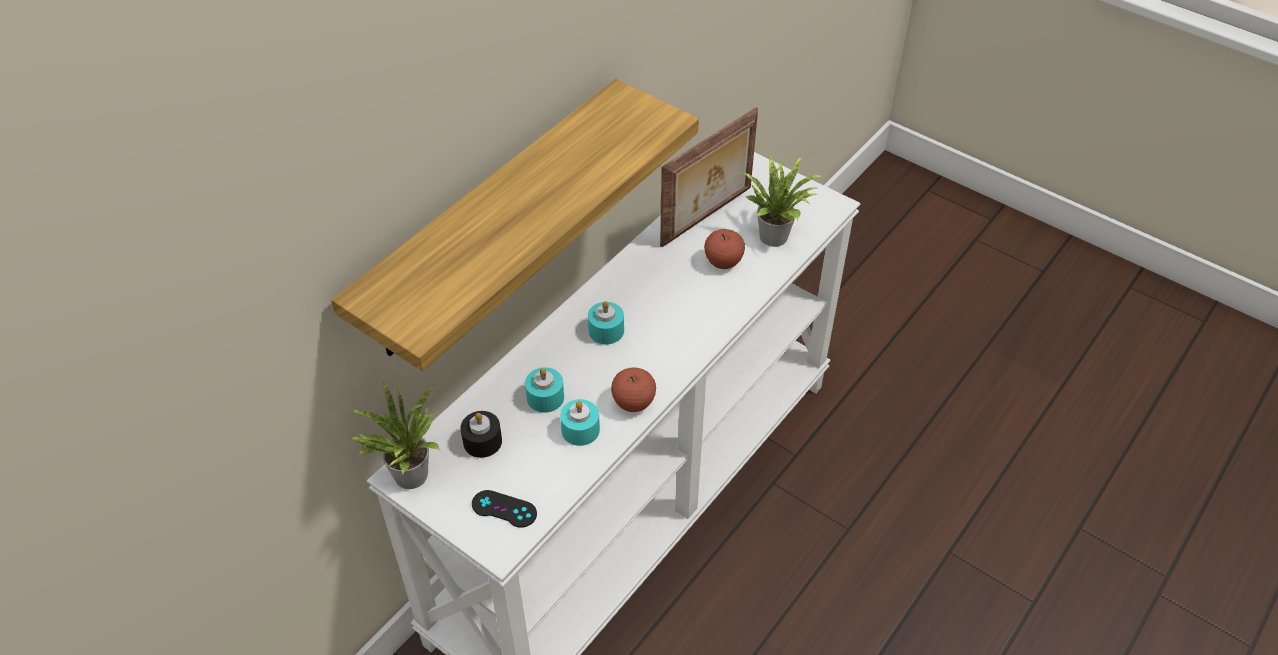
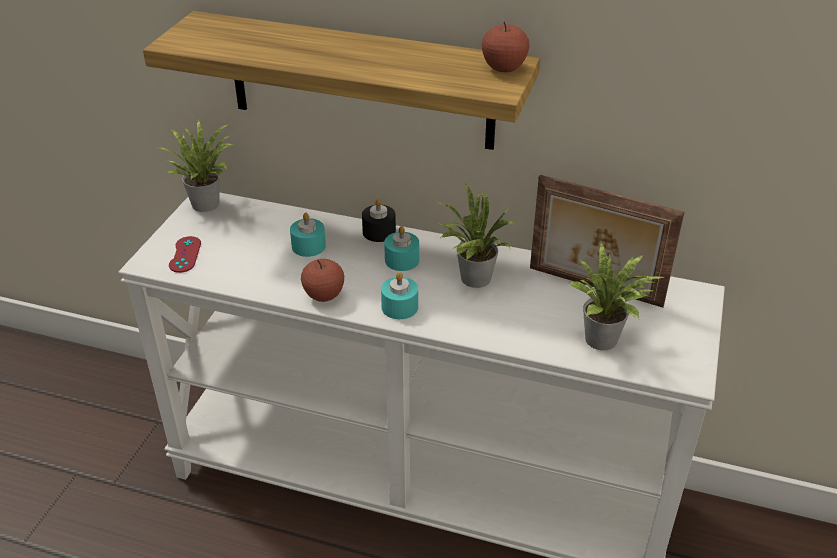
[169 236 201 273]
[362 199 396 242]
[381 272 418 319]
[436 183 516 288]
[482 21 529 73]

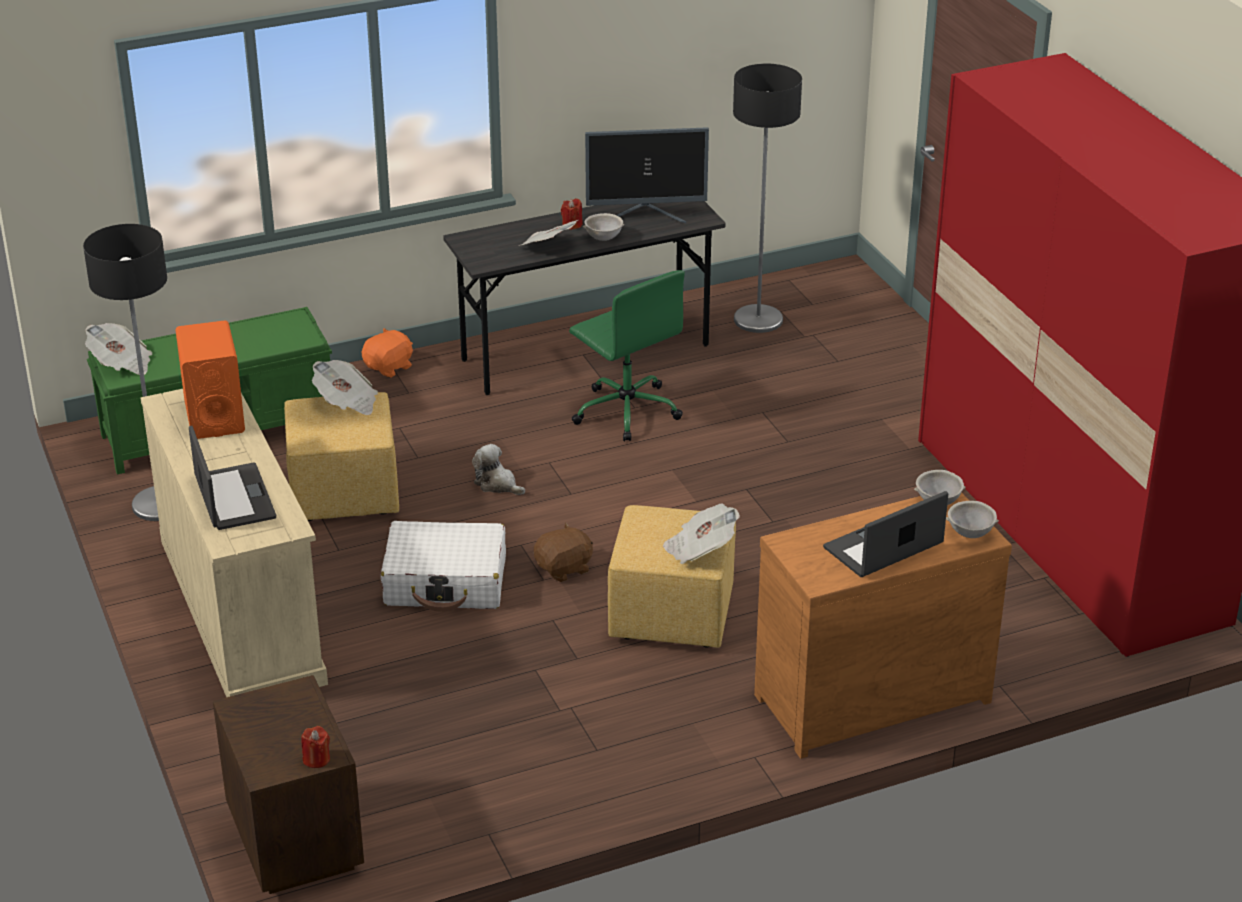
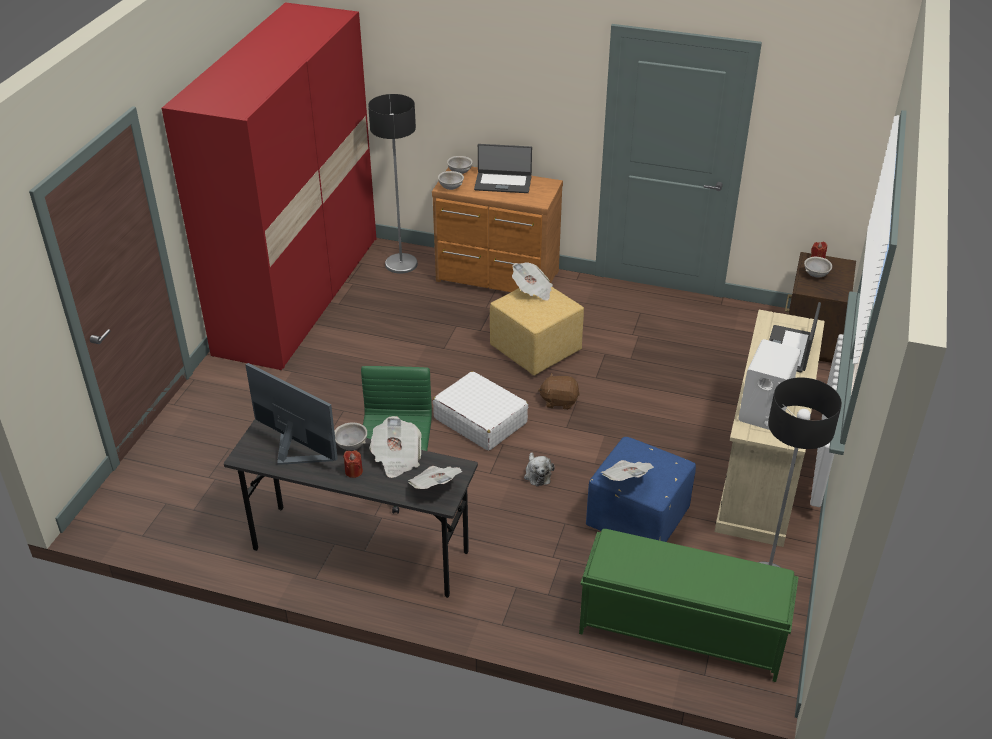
[368 94 418 274]
[408 466 462 489]
[433 371 529 451]
[586 437 696 542]
[738 339 801 430]
[804 256 832 278]
[361 328 413 378] (first image)

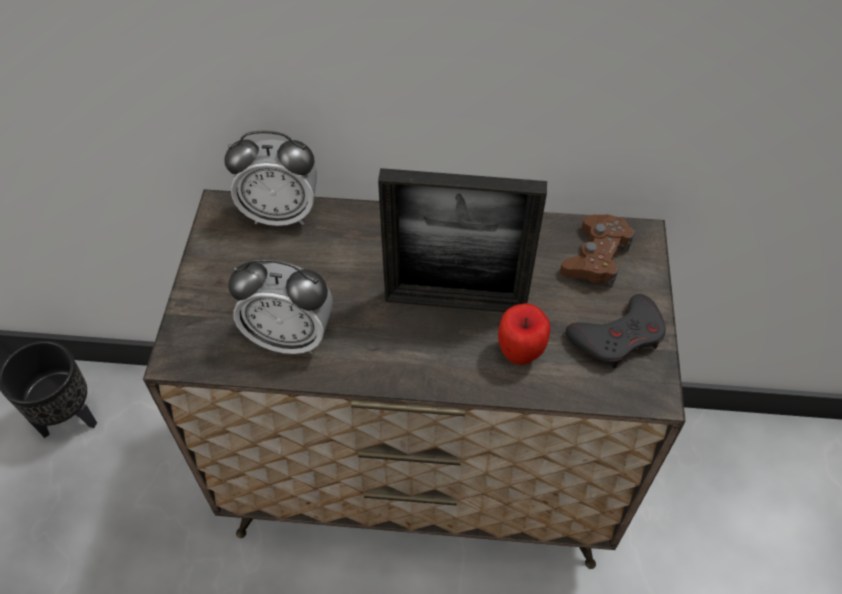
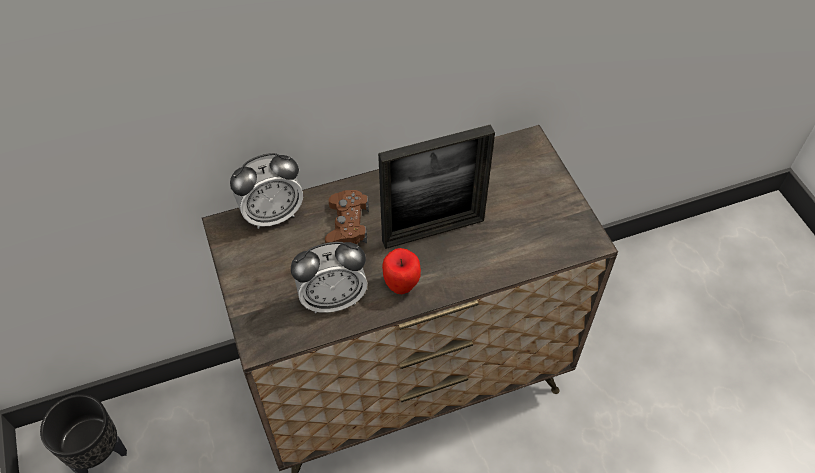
[325 190 369 244]
[382 248 421 294]
[566 294 666 369] (first image)

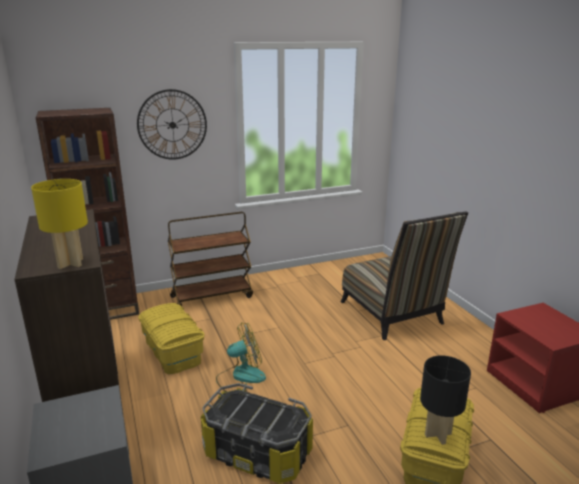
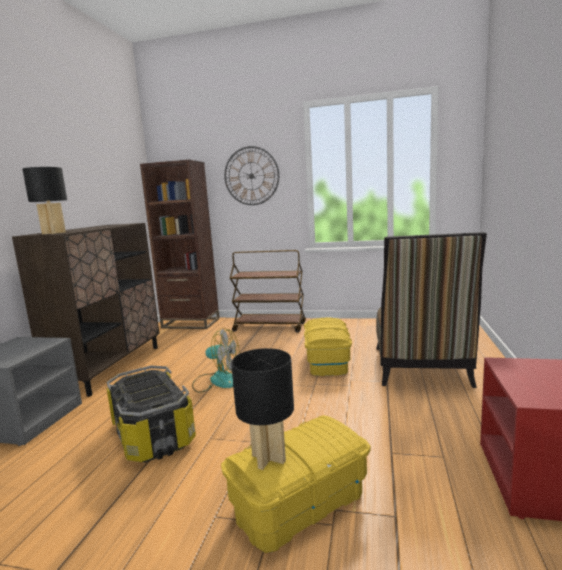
[22 167 67 234]
[304 318 352 376]

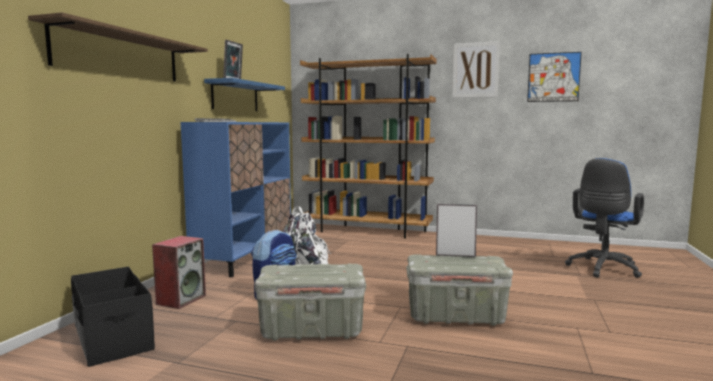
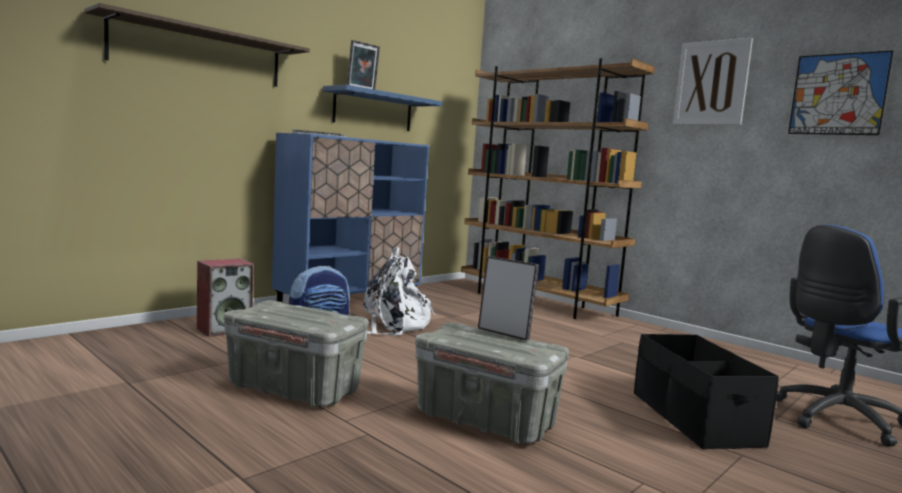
[634 334 779 449]

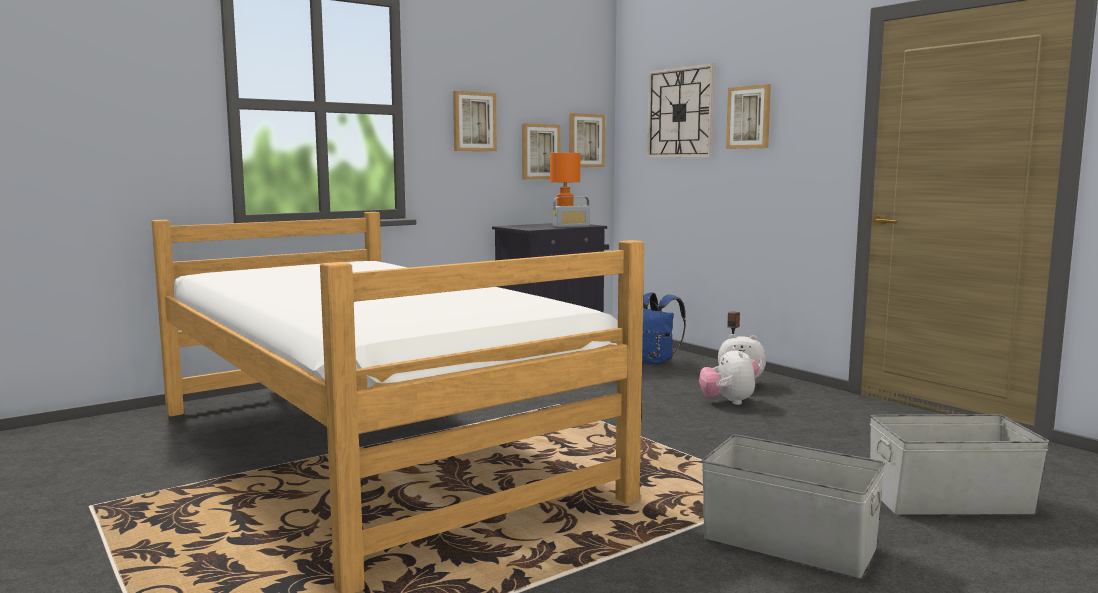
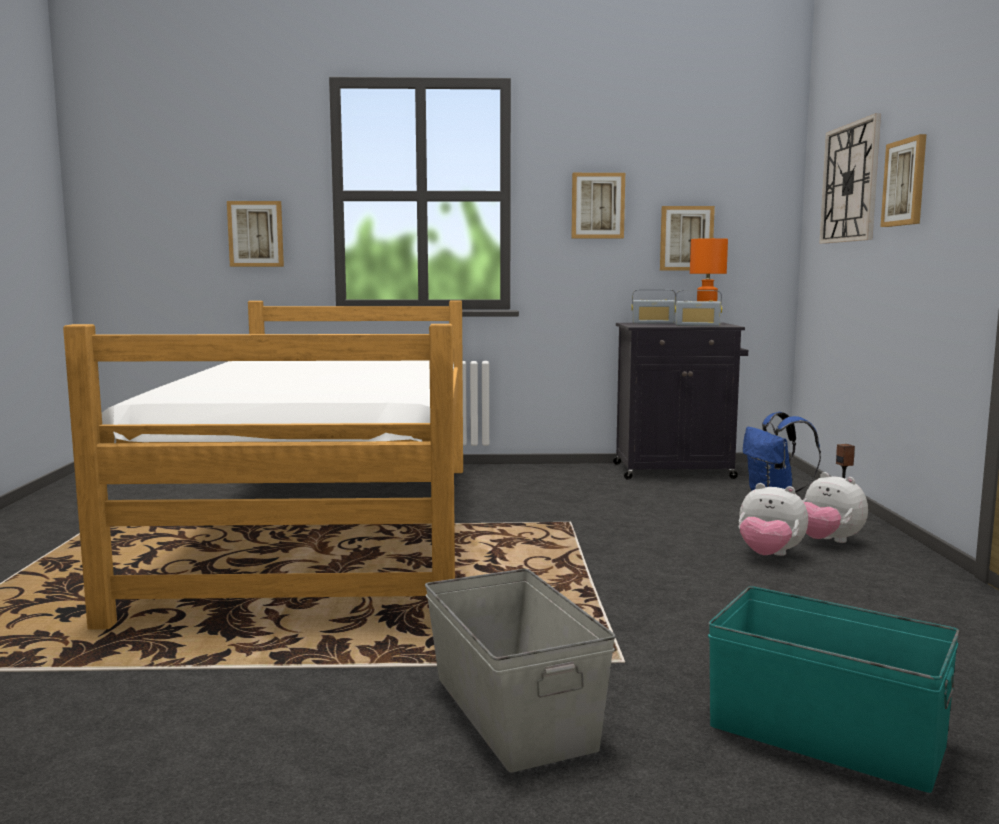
[227 201 284 267]
[631 289 676 324]
[708 586 960 793]
[739 483 808 556]

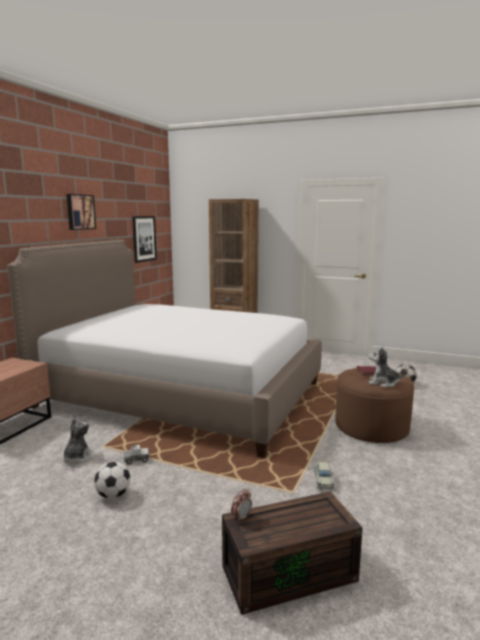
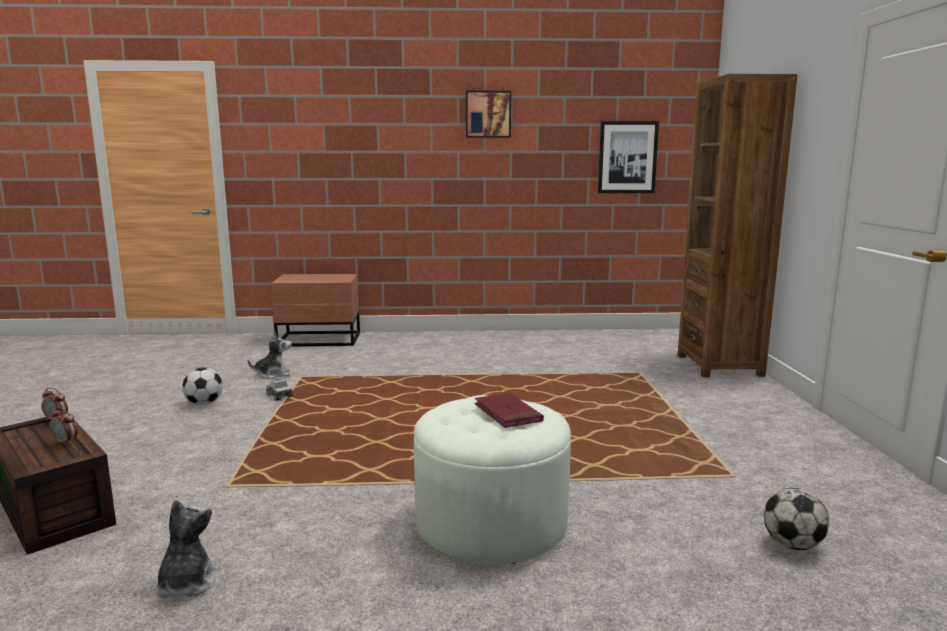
[50 407 78 445]
[155 500 216 598]
[414 395 571 564]
[7 240 322 458] (first image)
[314 462 334 490] (first image)

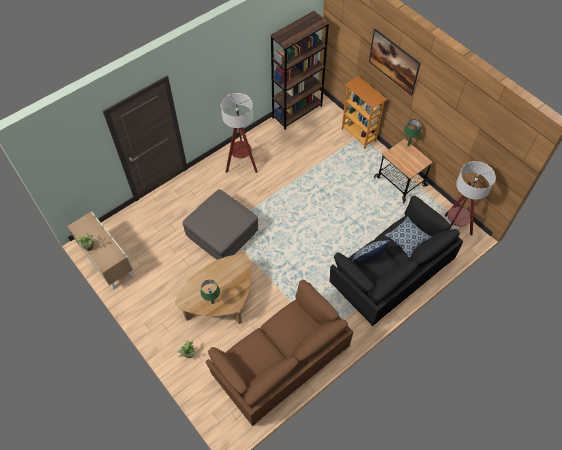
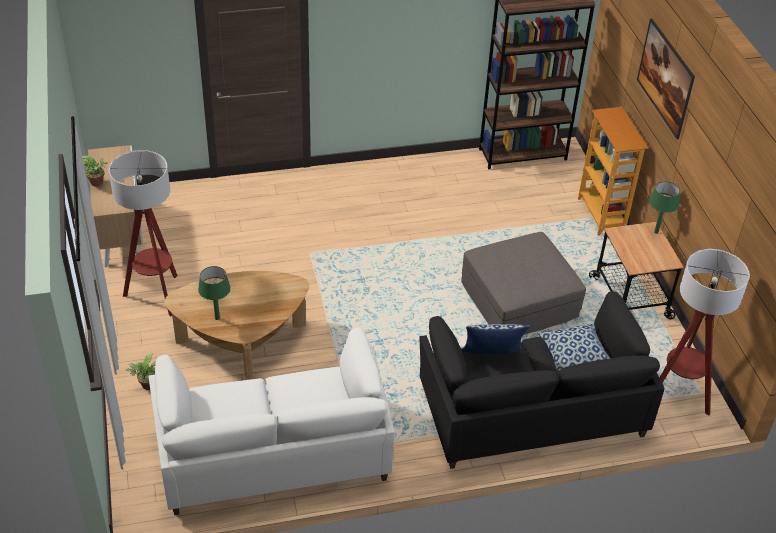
[109 150 178 317]
[148 328 395 515]
[461 232 586 335]

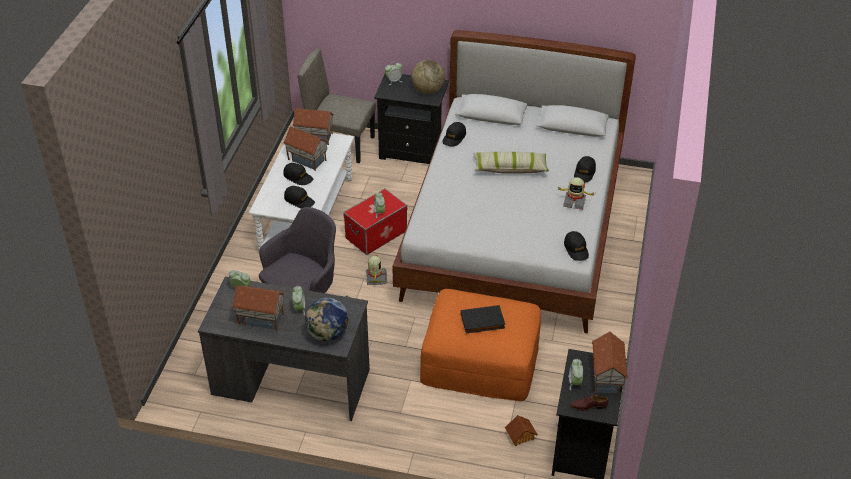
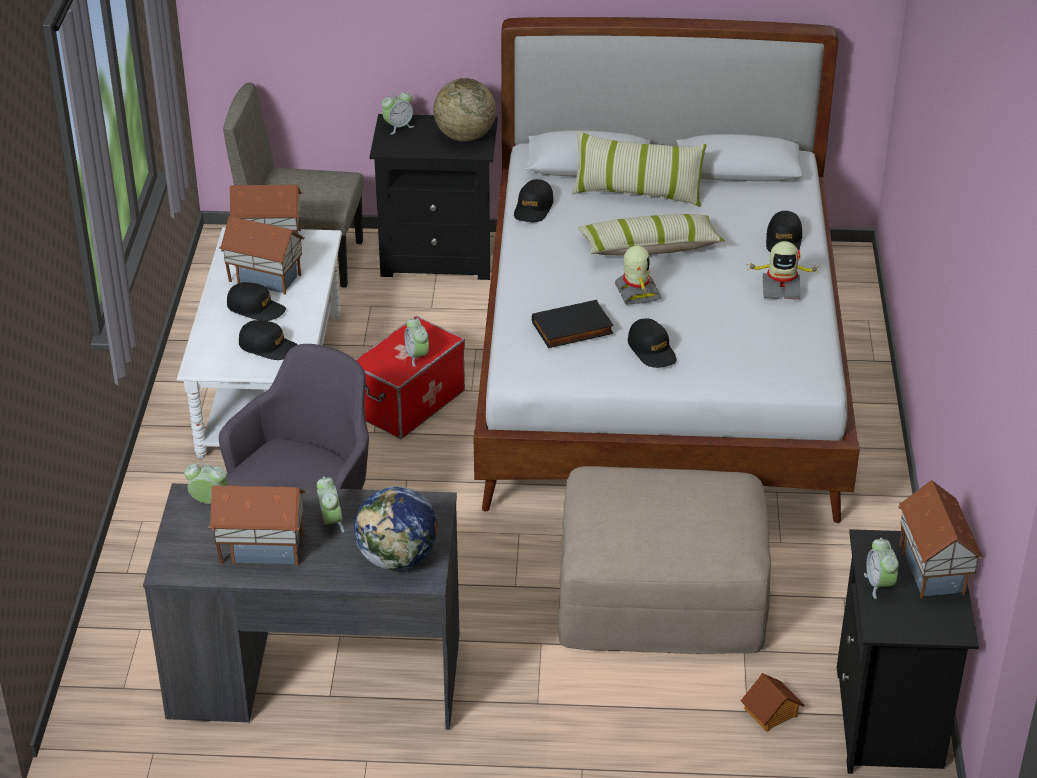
[532 300 614 348]
[558 466 771 654]
[572 131 706 207]
[615 245 662 305]
[628 318 677 368]
[571 395 609 411] (first image)

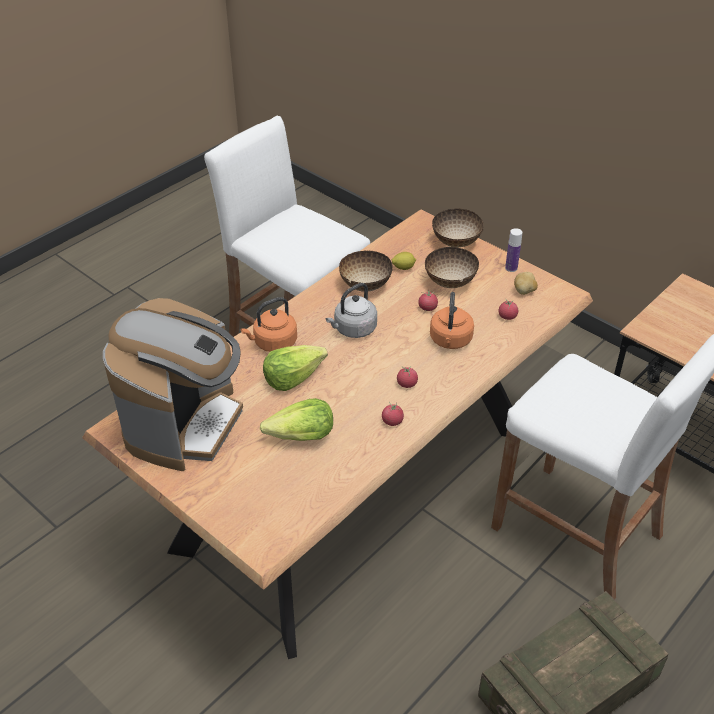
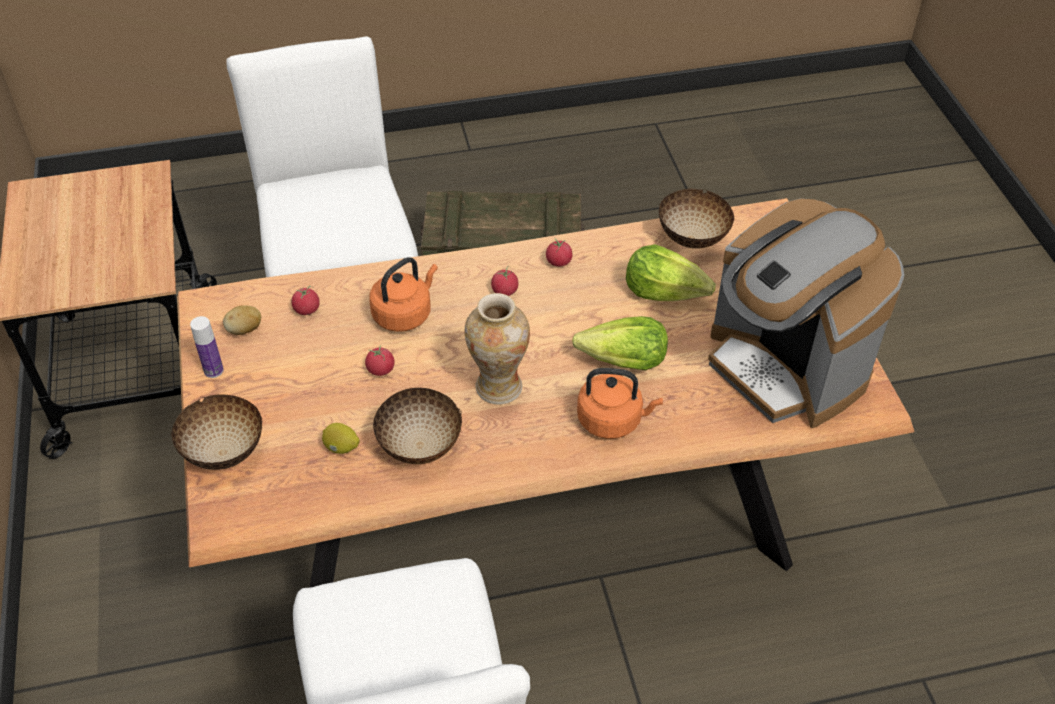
[465 293 530 405]
[659 188 734 249]
[708 198 904 428]

